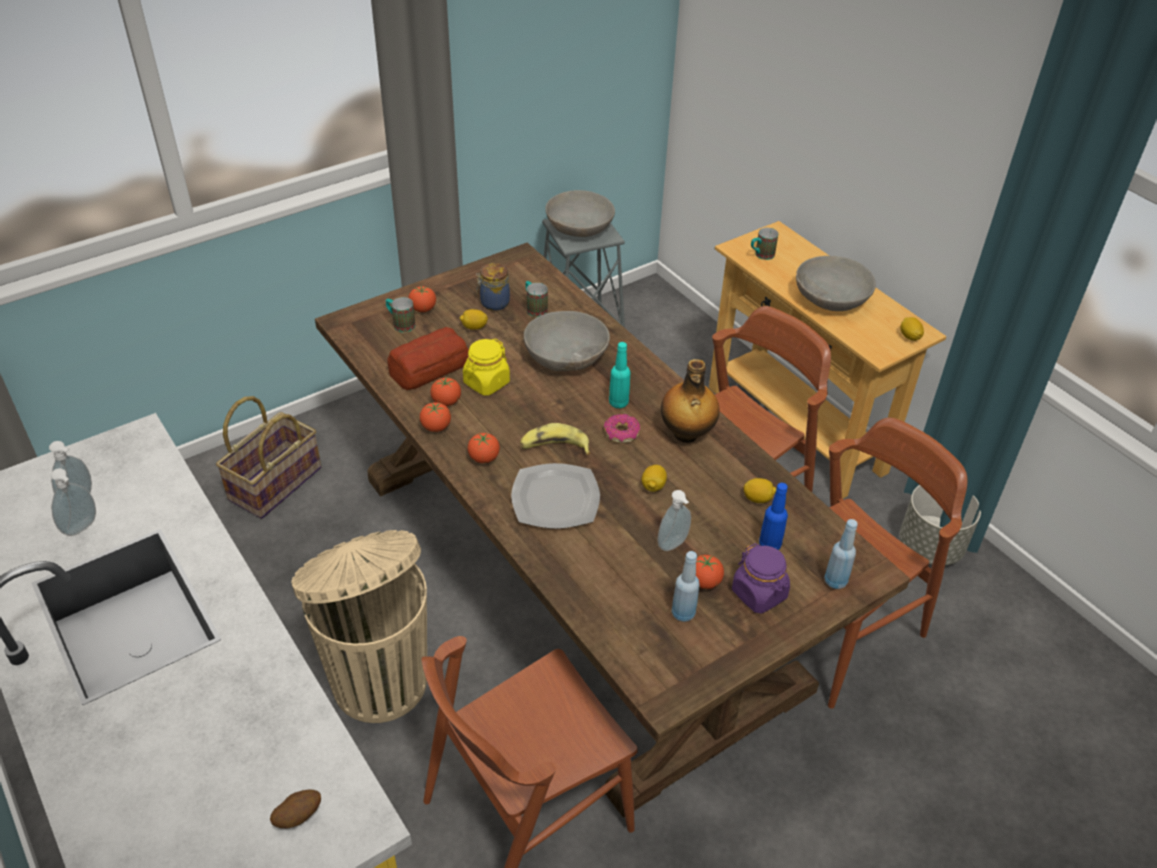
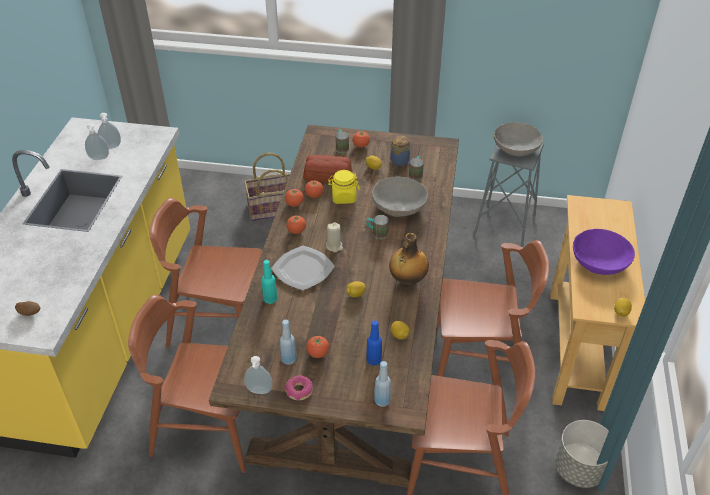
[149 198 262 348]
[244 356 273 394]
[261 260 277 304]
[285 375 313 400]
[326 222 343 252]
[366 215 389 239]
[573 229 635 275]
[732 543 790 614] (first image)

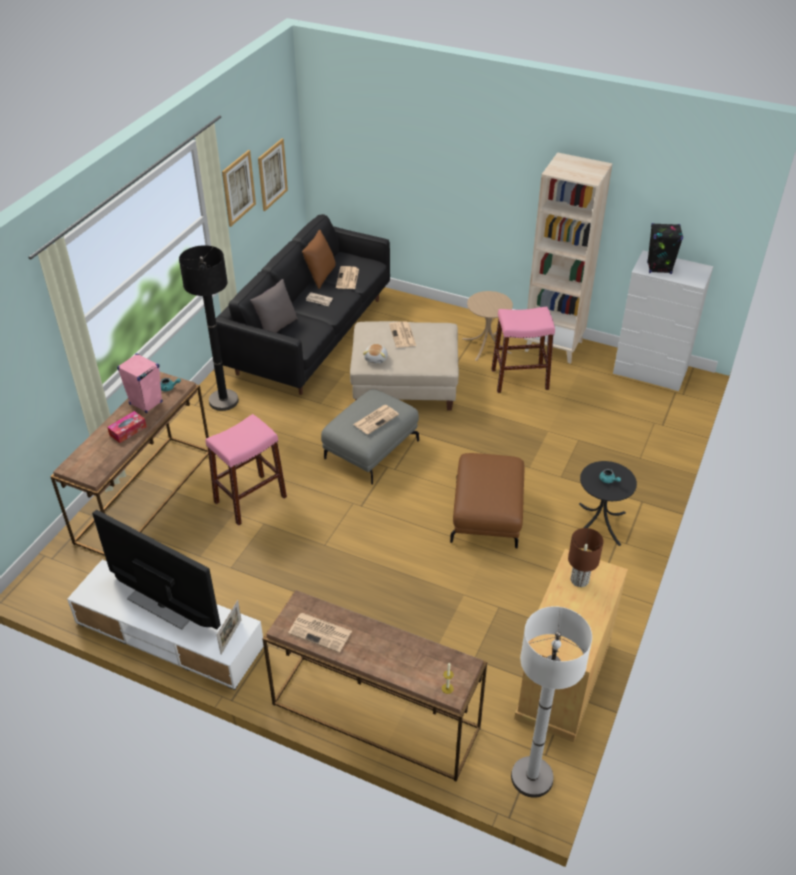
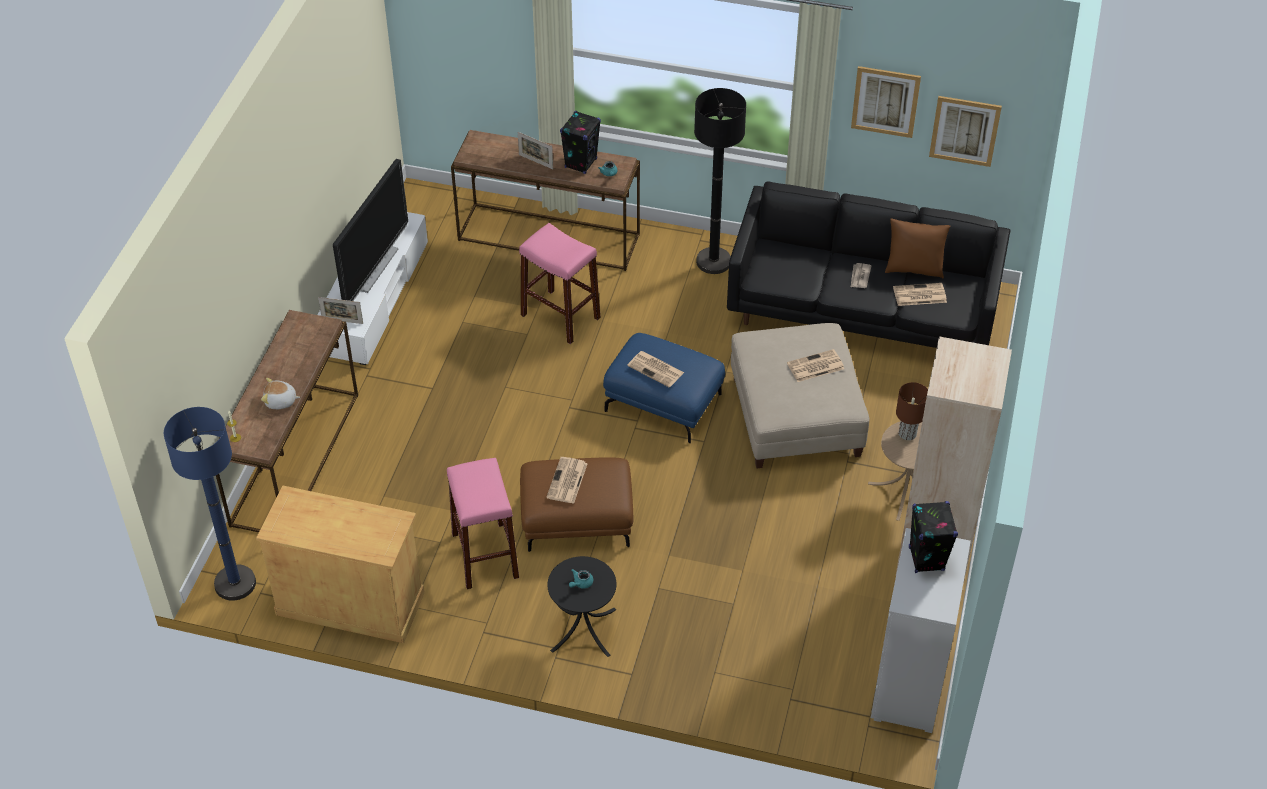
[164 407 256 601]
[261 378 300 409]
[447 458 519 589]
[518 132 553 169]
[546 457 588 504]
[560 111 601 174]
[603 333 725 443]
[896 382 928 440]
[250 279 298 333] (first image)

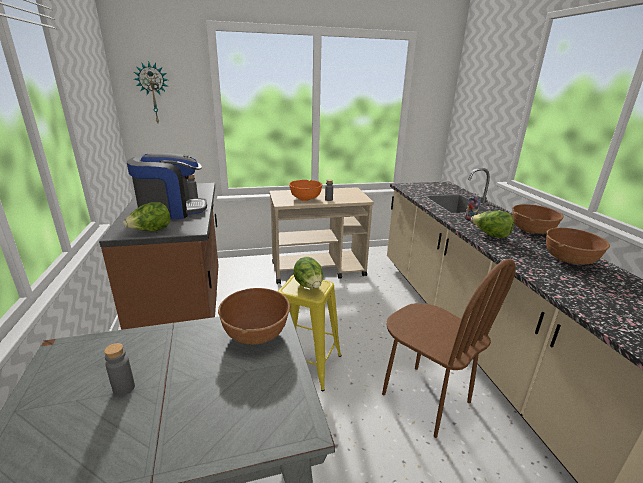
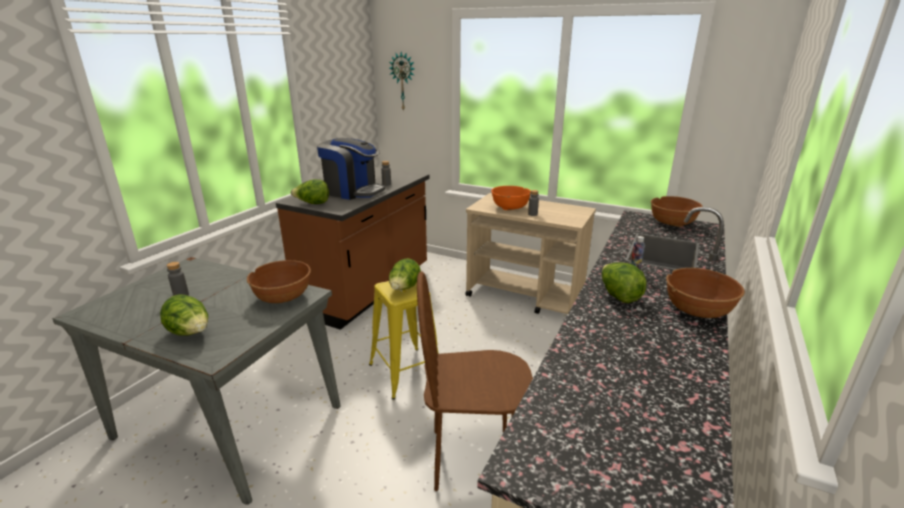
[160 294 208 336]
[417 271 533 491]
[651 196 703 227]

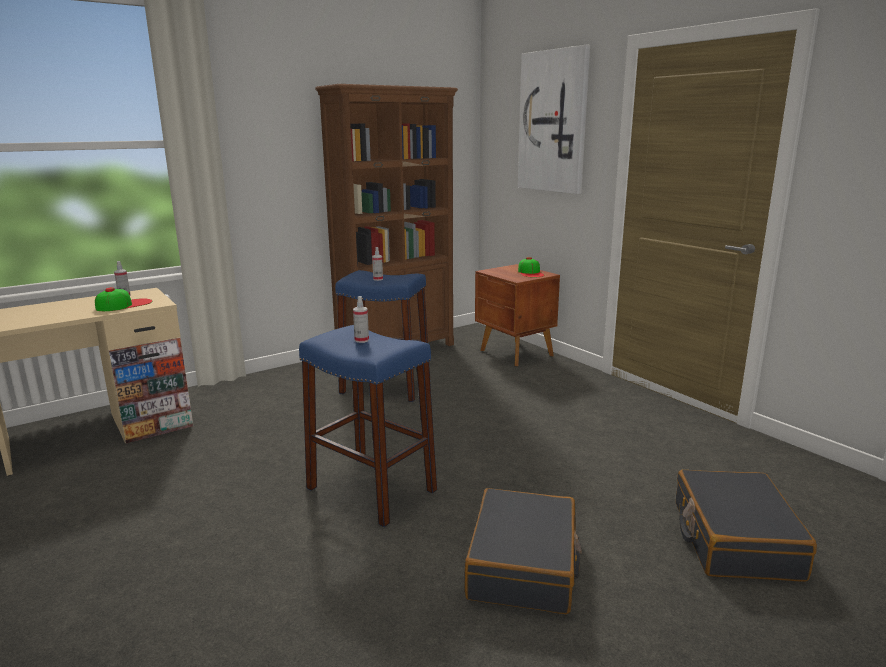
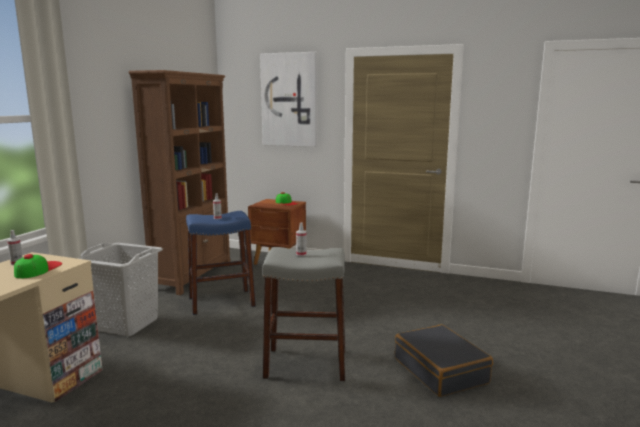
[78 243 163 336]
[262 247 345 381]
[676 470 817 582] (first image)

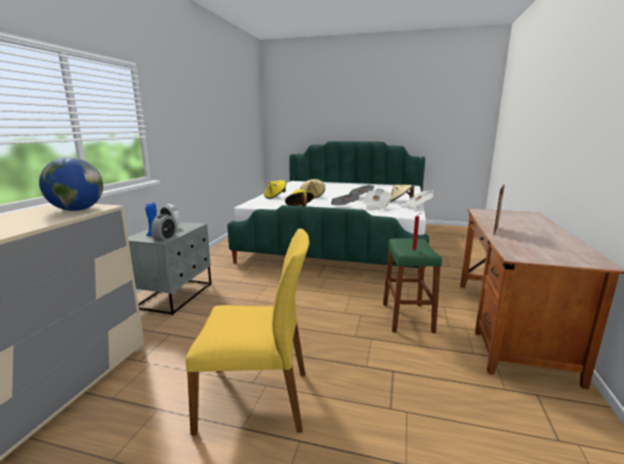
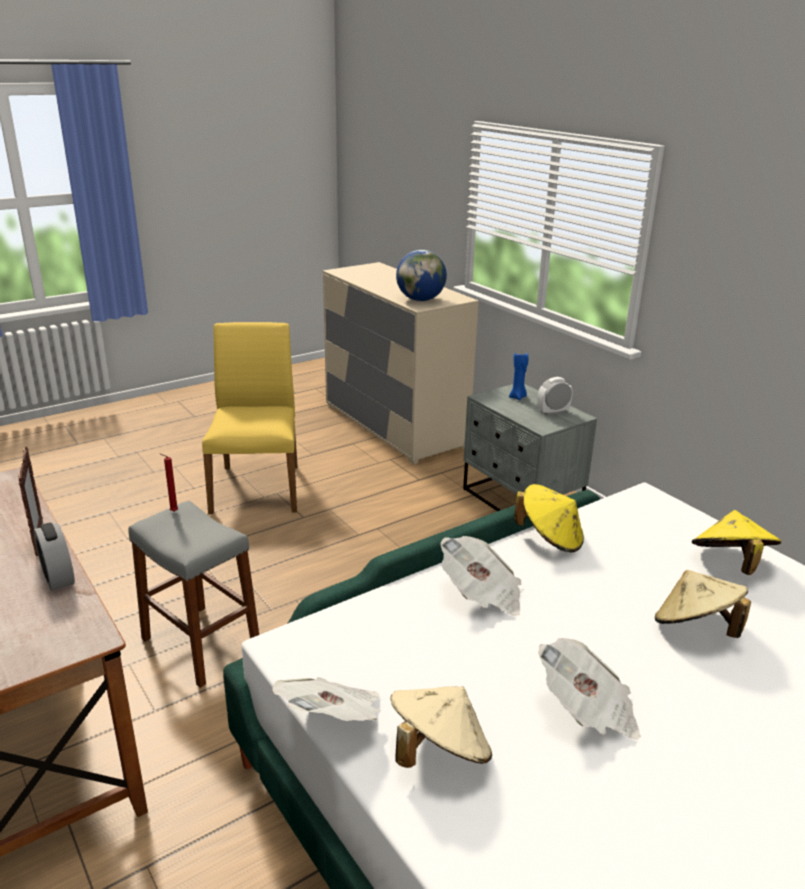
[34 523 75 591]
[128 501 259 688]
[202 322 298 514]
[363 189 392 211] (first image)

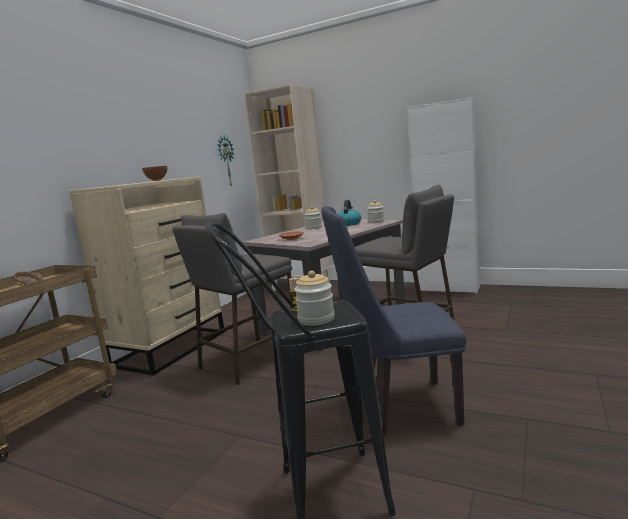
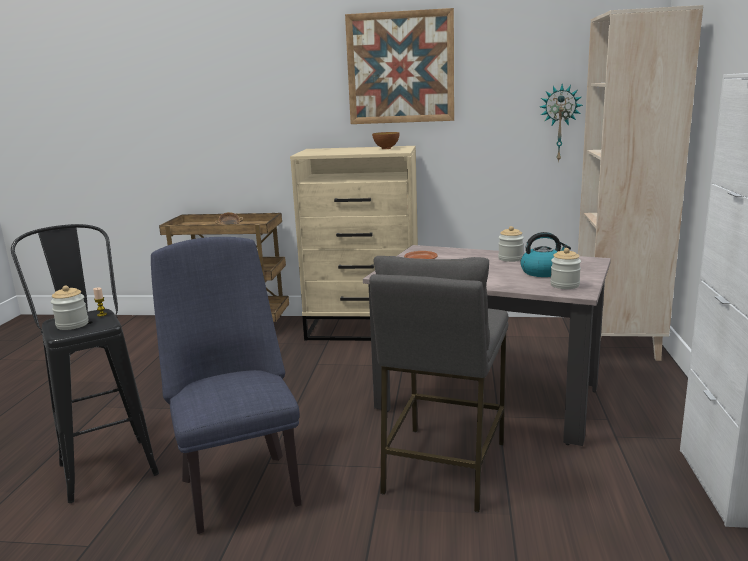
[345 8 454 124]
[172 213 293 385] (first image)

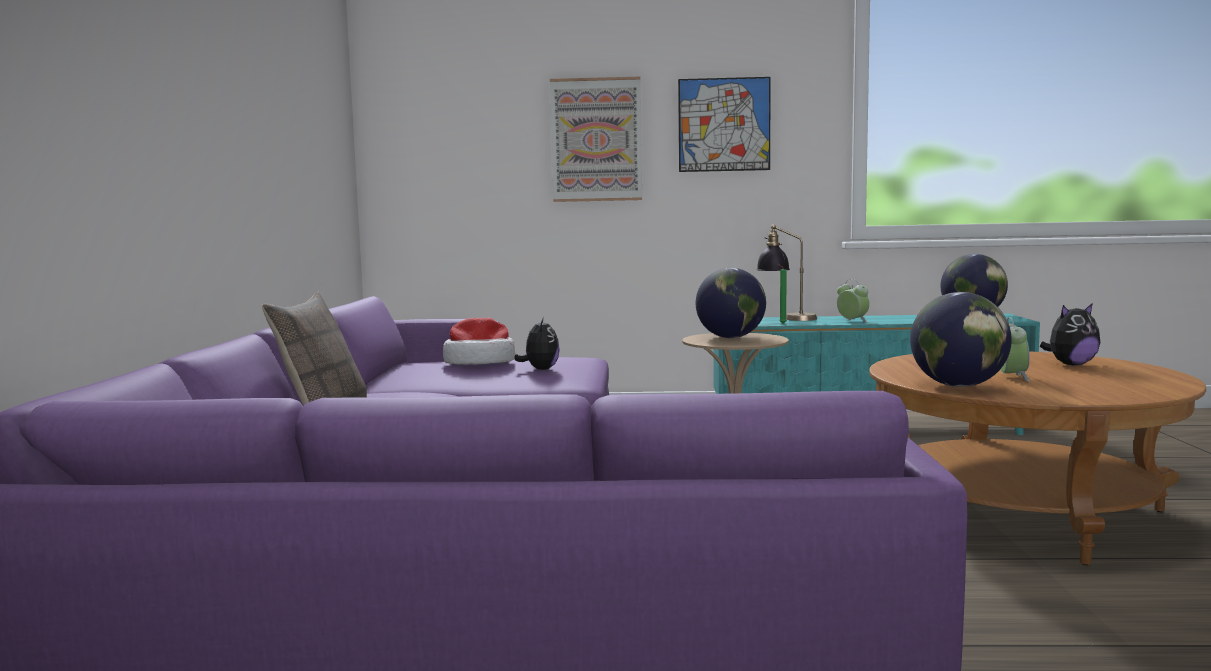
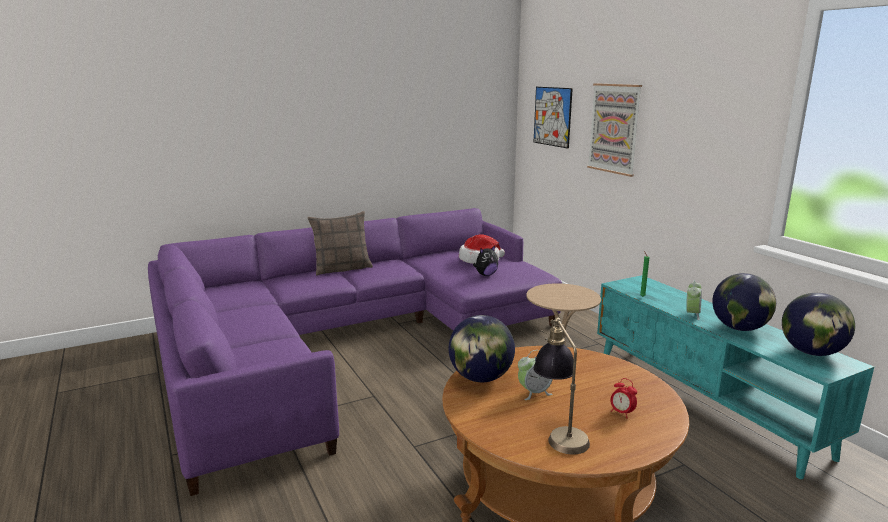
[534 87 573 149]
[534 317 590 455]
[610 378 637 417]
[712 273 776 331]

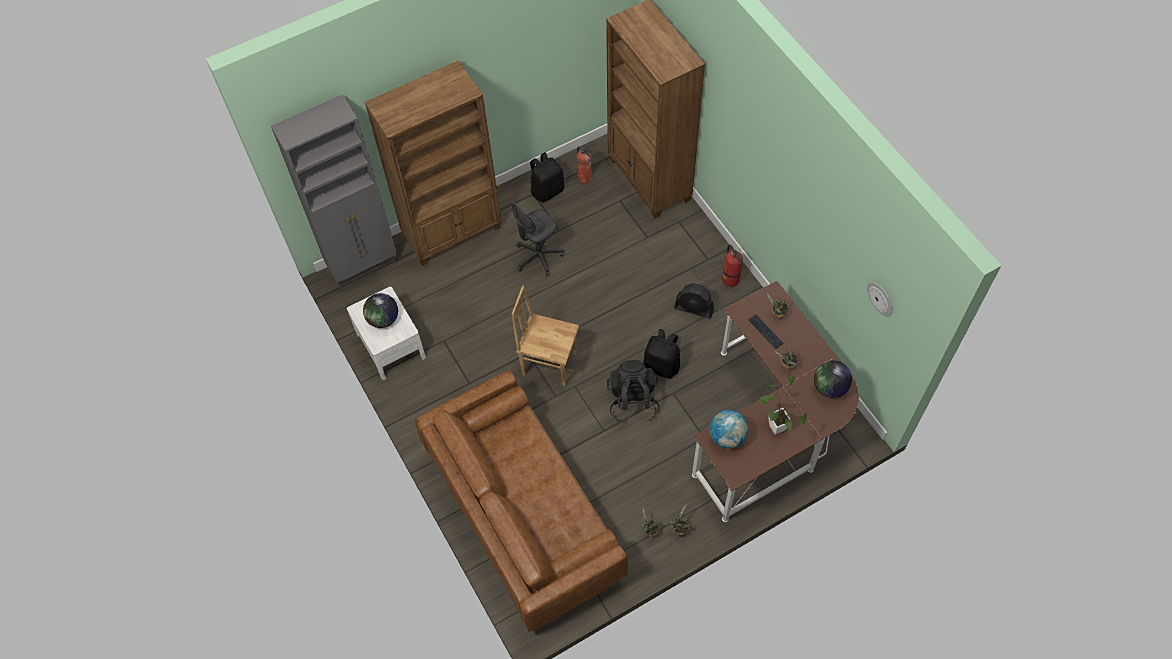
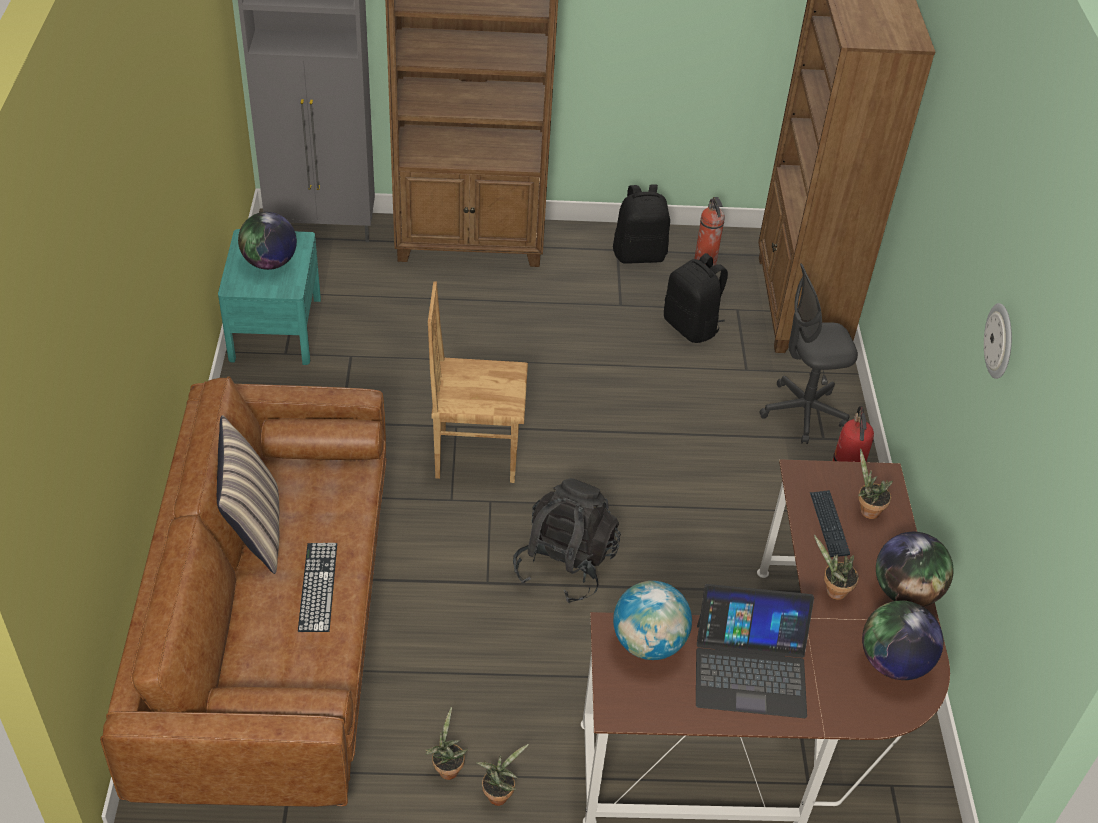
[217 415 279 574]
[218 229 321 365]
[298 543 337 632]
[428 282 528 483]
[664 253 728 343]
[696 584 814 718]
[759 263 858 444]
[876 532 953 606]
[984 303 1012 379]
[674 283 714 318] (first image)

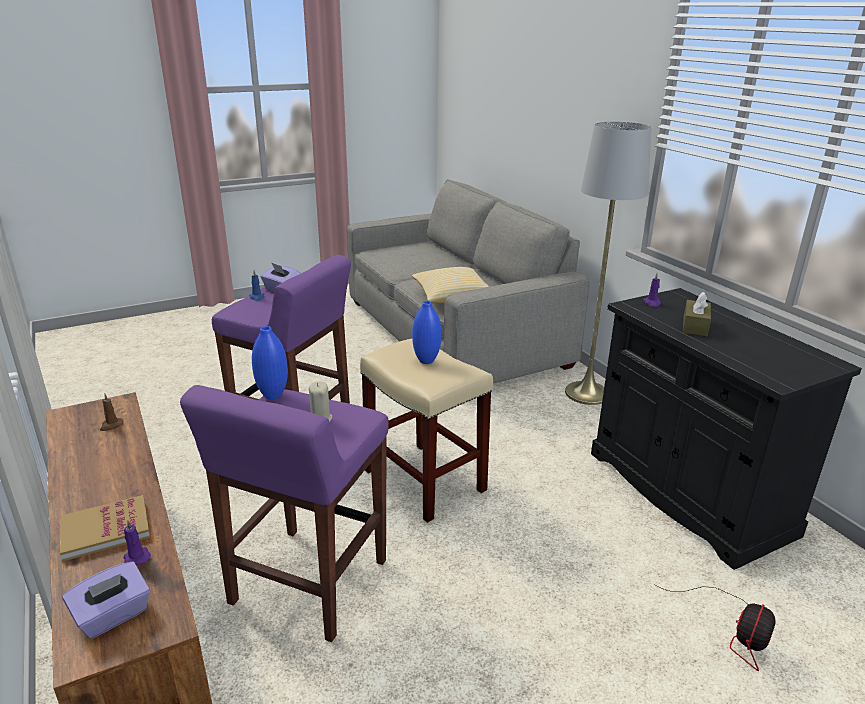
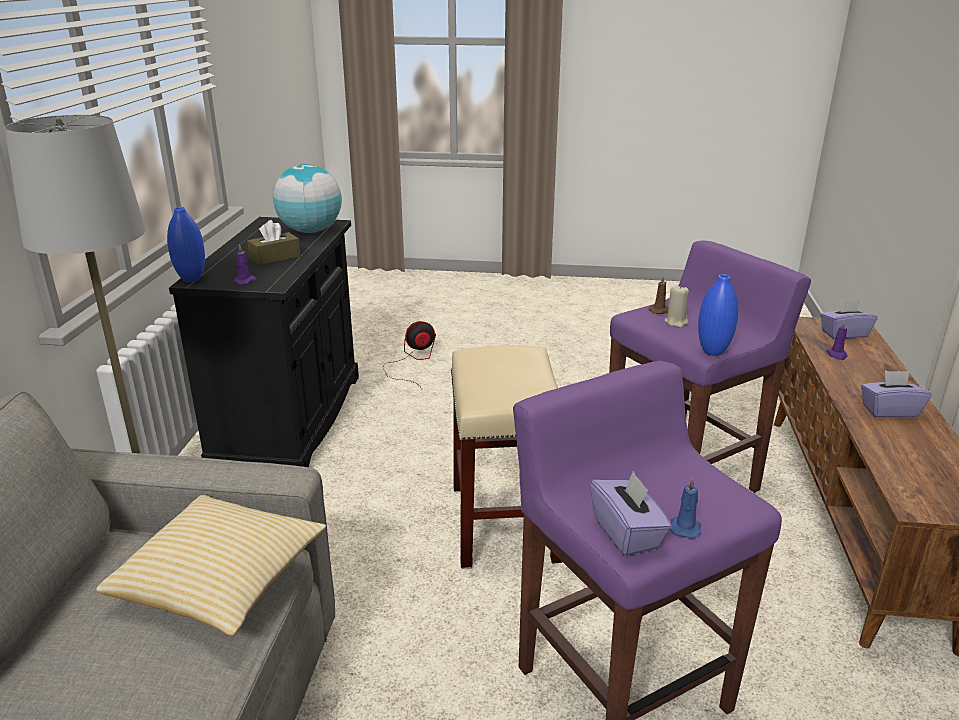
[167 207 205 282]
[273 164 342 233]
[648 275 668 314]
[861 371 932 418]
[60 495 150 562] (first image)

